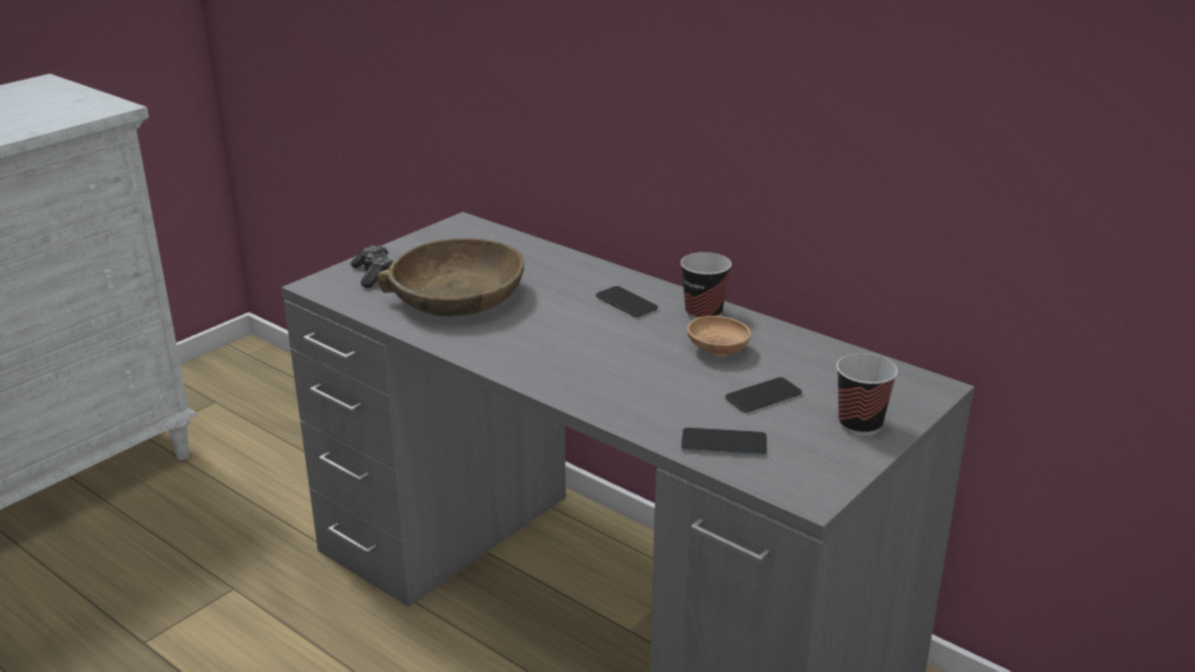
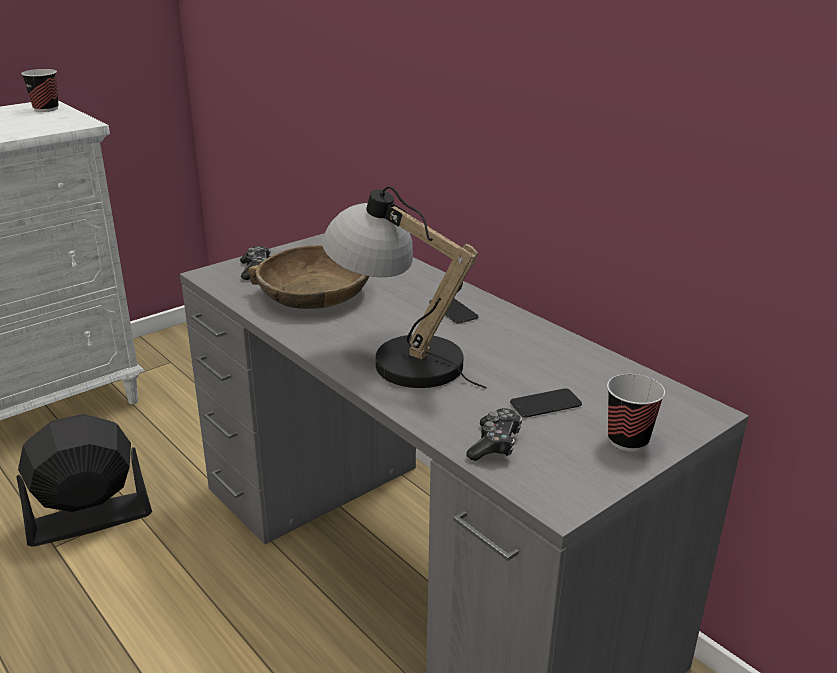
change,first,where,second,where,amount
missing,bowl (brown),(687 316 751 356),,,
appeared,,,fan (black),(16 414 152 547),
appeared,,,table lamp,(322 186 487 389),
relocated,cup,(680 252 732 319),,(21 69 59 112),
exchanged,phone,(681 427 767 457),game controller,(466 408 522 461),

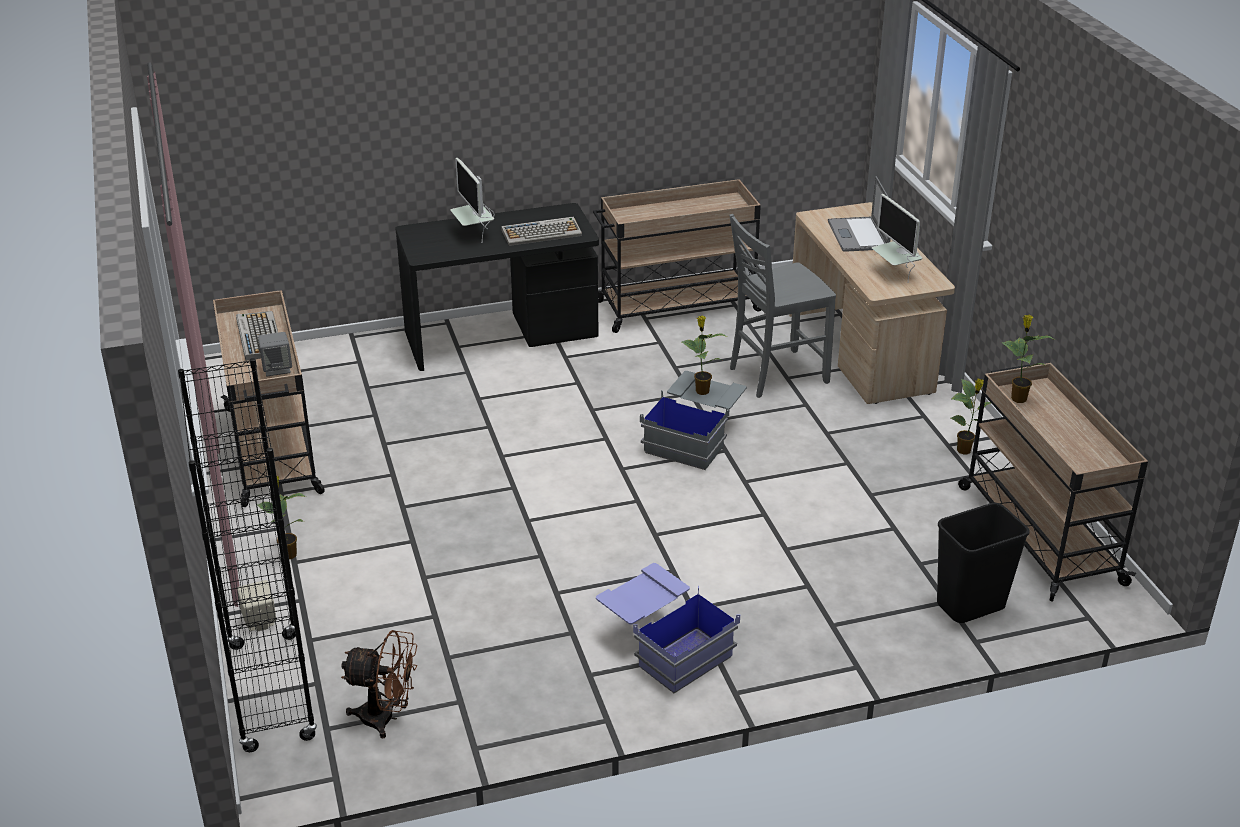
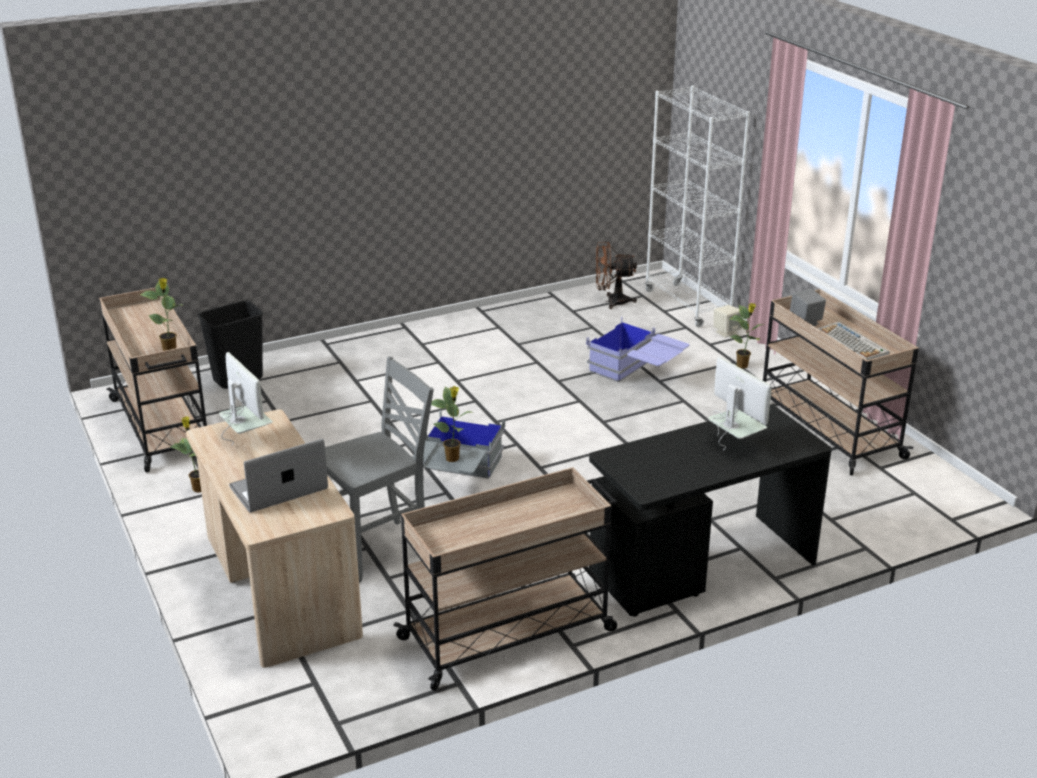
change,first,where,second,where,amount
missing,keyboard,(501 216 582 246),,,
relocated,storage box (blue),(596 563 740 693),,(586 317 690 382),
colour,bookcase (black),(178 358 317 752),bookcase (white),(645 86 750 327),
spun,laptop,(828 176 891 252),,(229 439 328 513),105 degrees counterclockwise

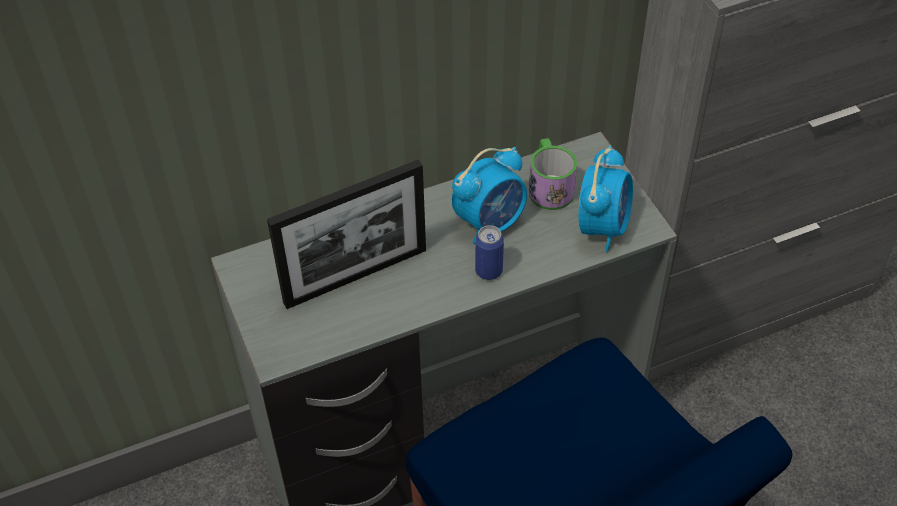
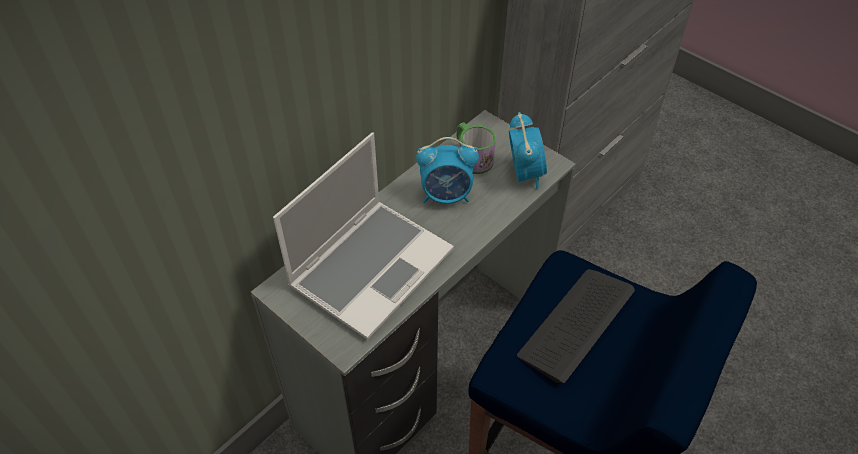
change,first,where,second,where,amount
missing,can,(475 225 504 280),,,
appeared,,,keyboard,(517 269 635 383),
exchanged,picture frame,(267 160 426 309),laptop,(273 133 454 340),
spun,alarm clock,(452 147 527 244),,(416 137 479 204),60 degrees clockwise

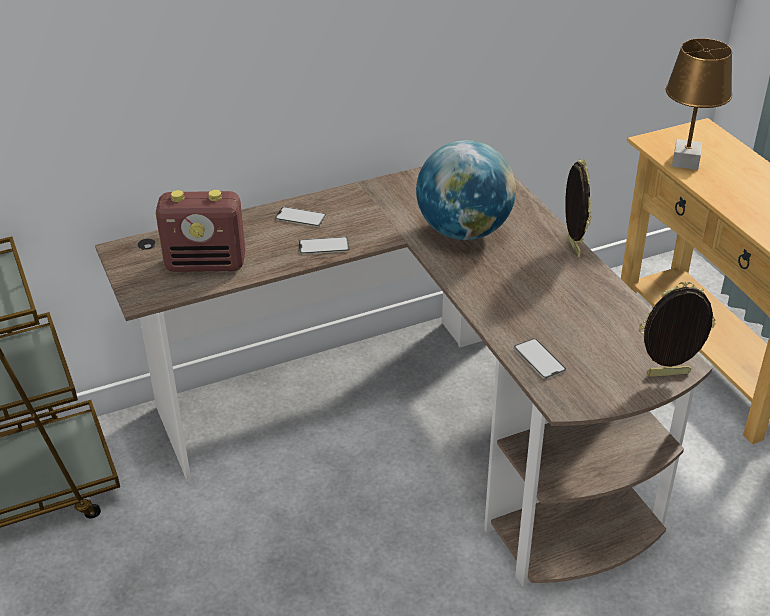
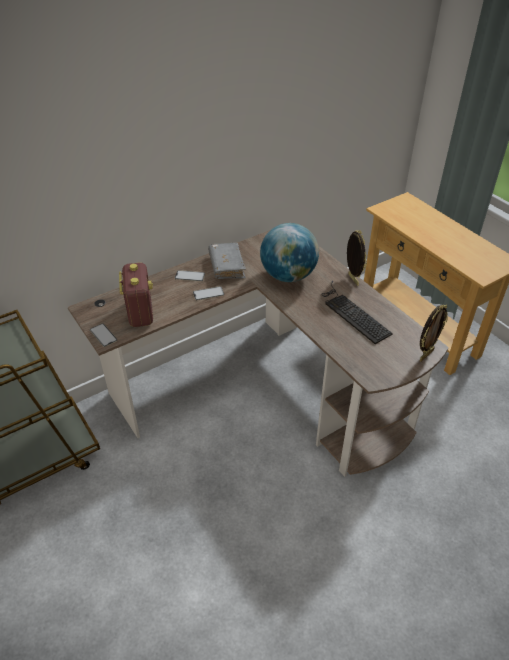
change,first,where,second,where,amount
missing,table lamp (brown),(666 38 732 170),,,
appeared,,,book (grey),(208 243 246 279),
appeared,,,keyboard,(321 281 393 344),
relocated,phone,(514 338 566 379),,(90 323 118 347),
spun,radio,(156 190 245 272),,(119 262 153 327),90 degrees counterclockwise
spun,picture frame,(639 282 716 377),,(420 304 448 361),150 degrees clockwise

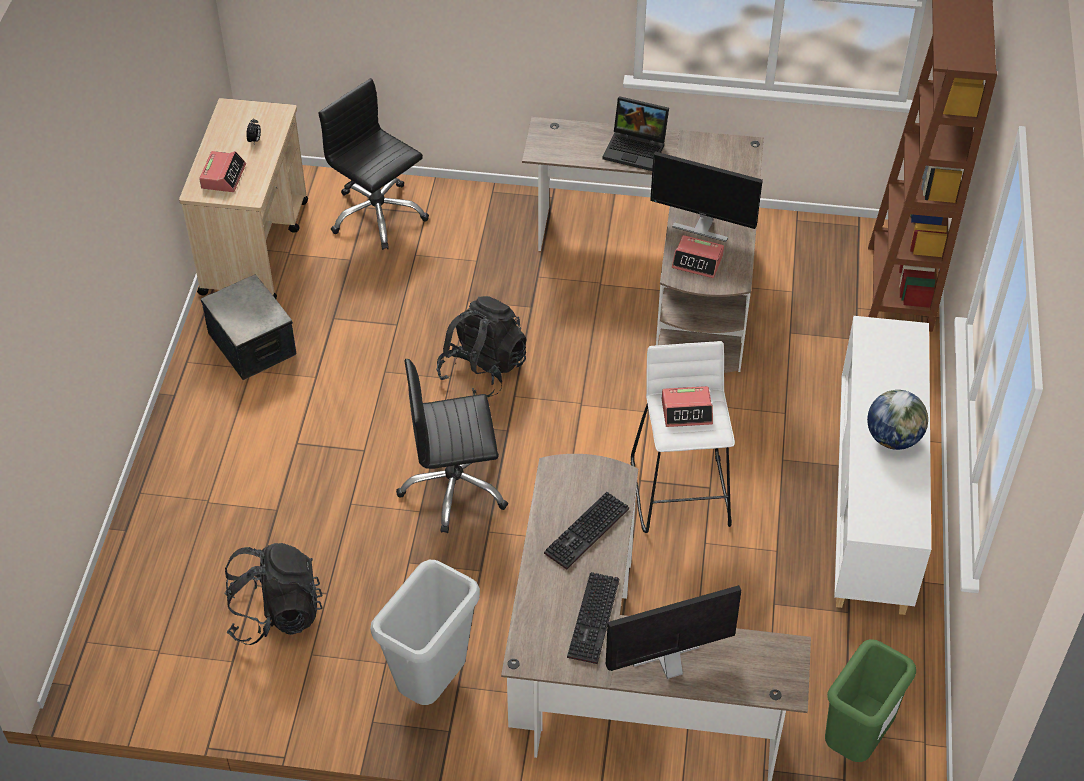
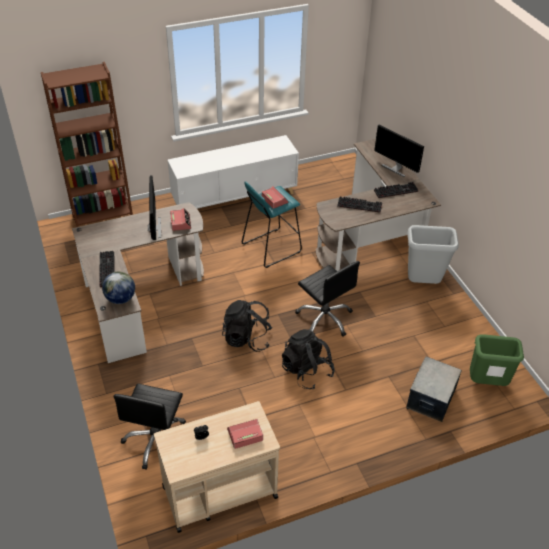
change,first,where,second,where,amount
relocated,storage box,(201 274 296 380),,(406 357 462 422),
relocated,backpack (black),(224 543 323 645),,(282 329 335 389),
relocated,trash can (green),(825 639 916 762),,(470 334 524 386),
relocated,globe,(867 390 928 450),,(102 271 135 304),
exchanged,laptop,(602 96 669 171),keyboard,(99 251 115 287),
colour,stool (white),(631 341 735 533),stool (turquoise),(242 182 302 268),

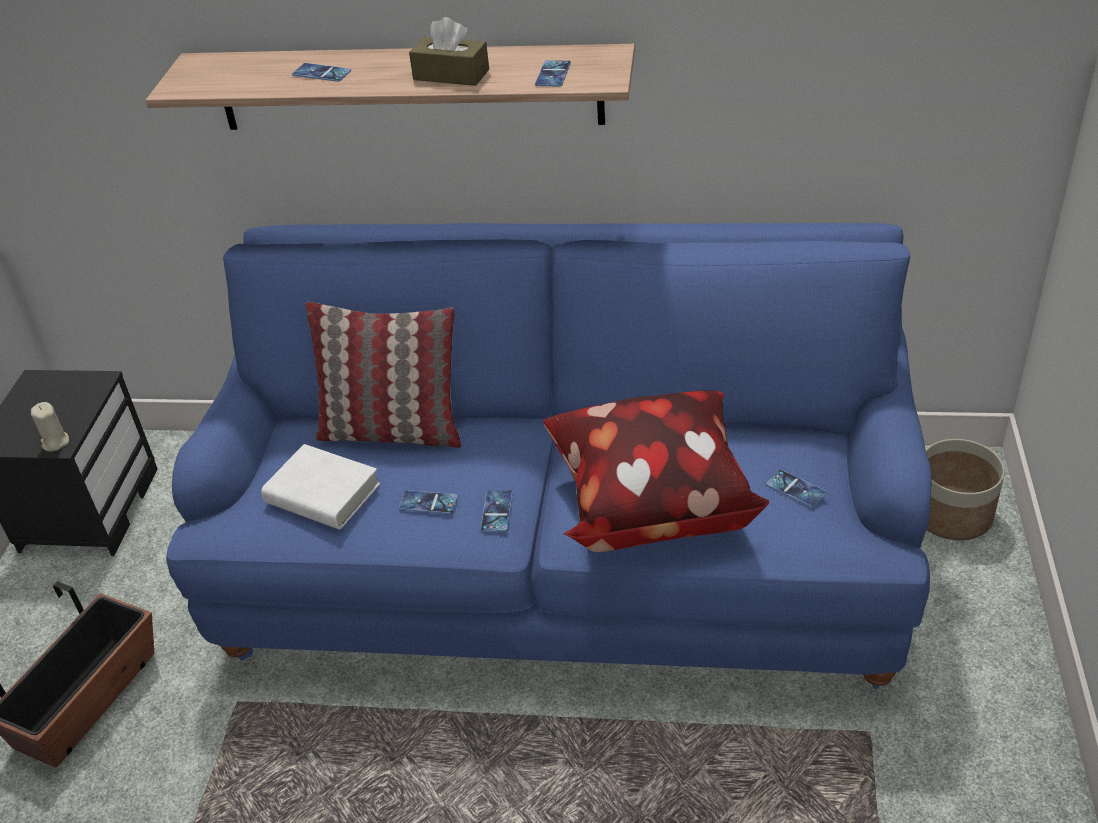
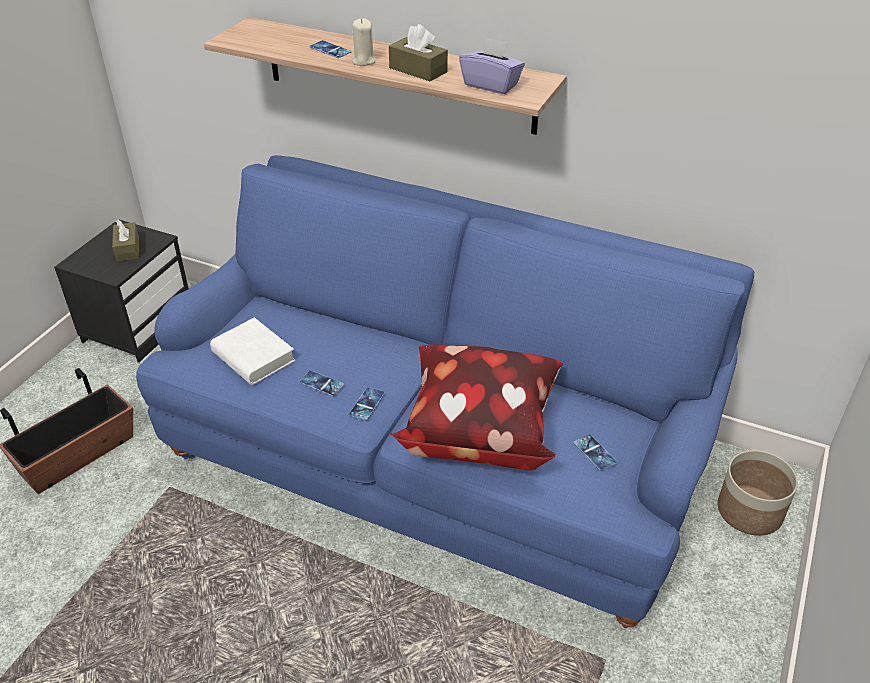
change,first,where,second,where,amount
missing,pillow,(305 302 461 448),,,
appeared,,,tissue box (brown),(112 219 139 261),
relocated,candle (beige),(31 402 69 452),,(352 18 375 66),
exchanged,phone,(535 60 571 87),tissue box (purple),(459 37 525 94),

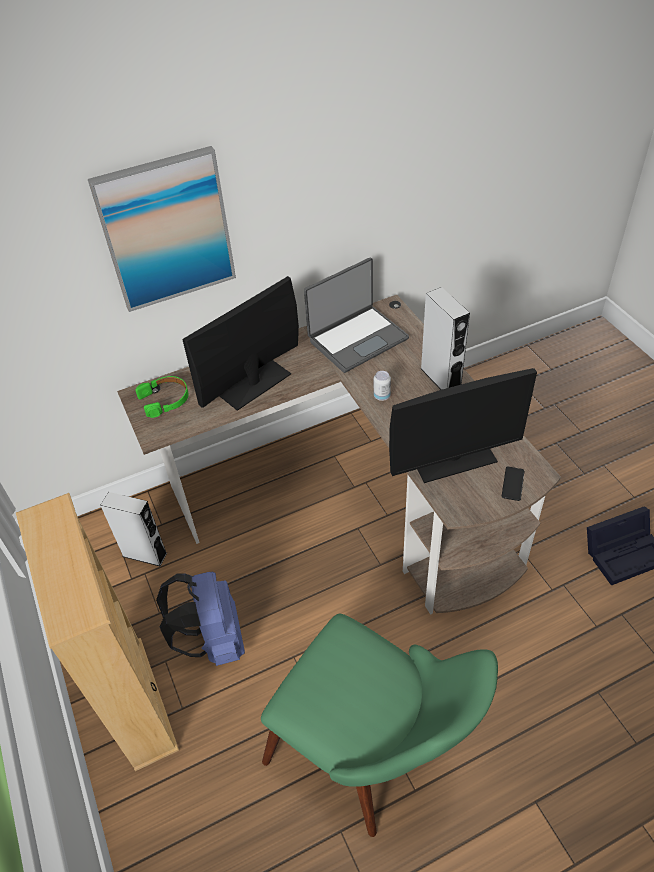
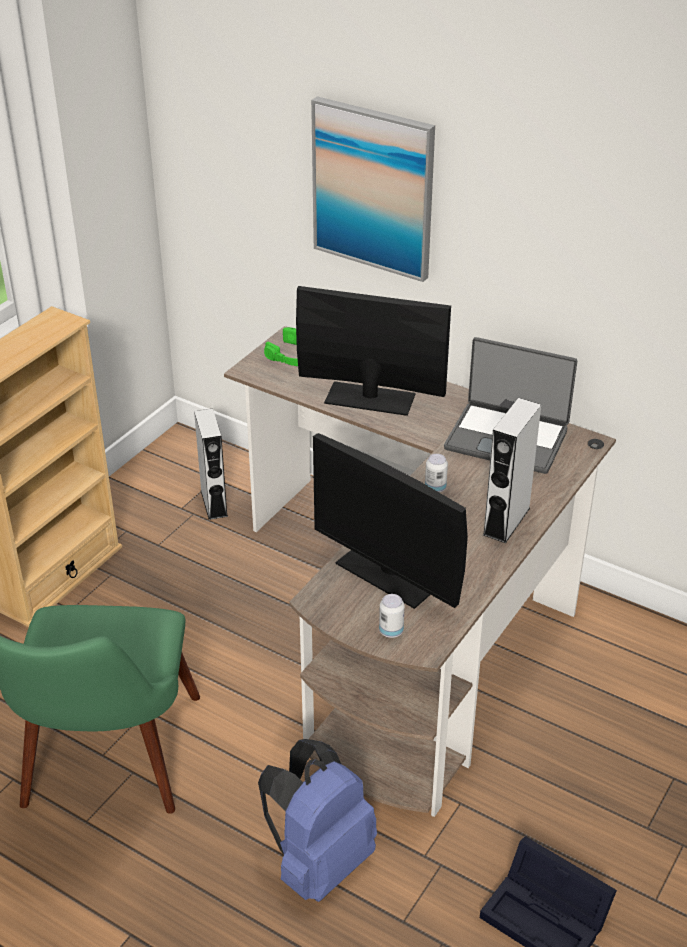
change,first,where,second,where,amount
relocated,backpack (blue),(156 572 245 666),,(258 739 377 902),
exchanged,phone,(502 467 524 501),can,(379 594 405 638),

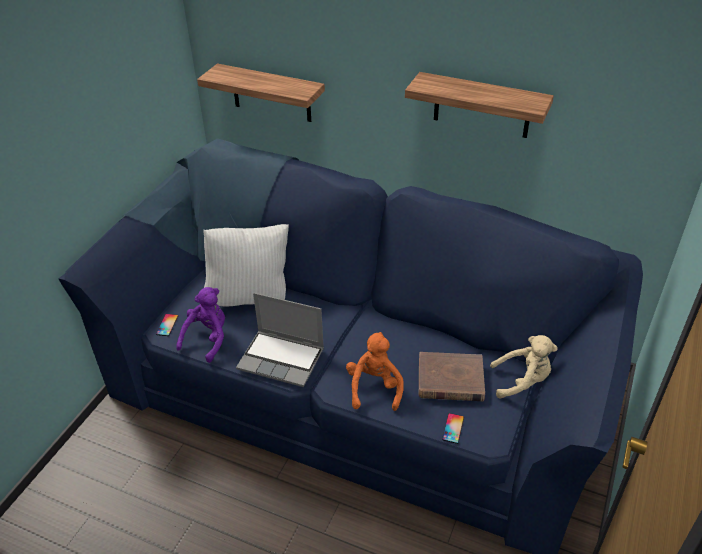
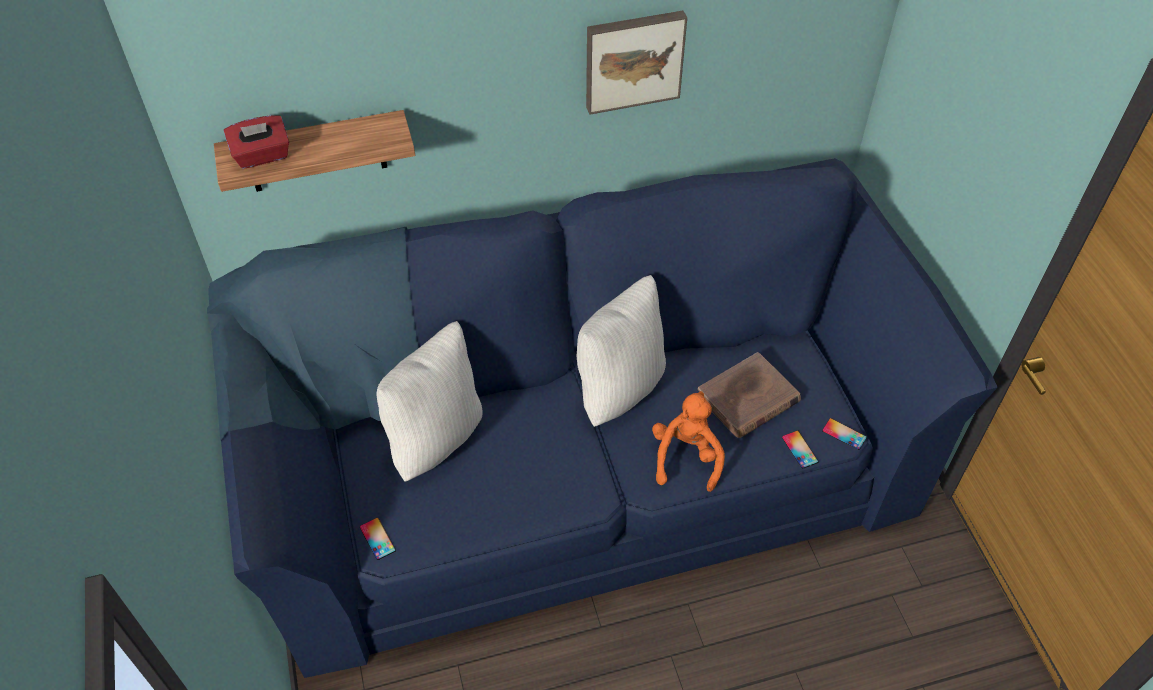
change,first,where,second,where,amount
missing,plush toy (purple),(176 287 225 363),,,
missing,laptop,(236 293 324 387),,,
missing,plush toy (beige),(490 335 558 399),,,
appeared,,,tissue box (red),(224 115 289 169),
appeared,,,pillow (white),(576 275 666 427),
appeared,,,phone,(822 418 867 450),
exchanged,shelf,(405 72 554 138),picture,(586 11 687 115),
spun,plush toy (orange),(346 332 404 411),,(652 391 725 492),45 degrees clockwise

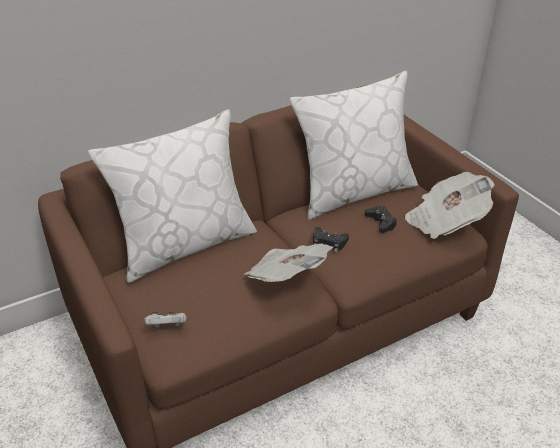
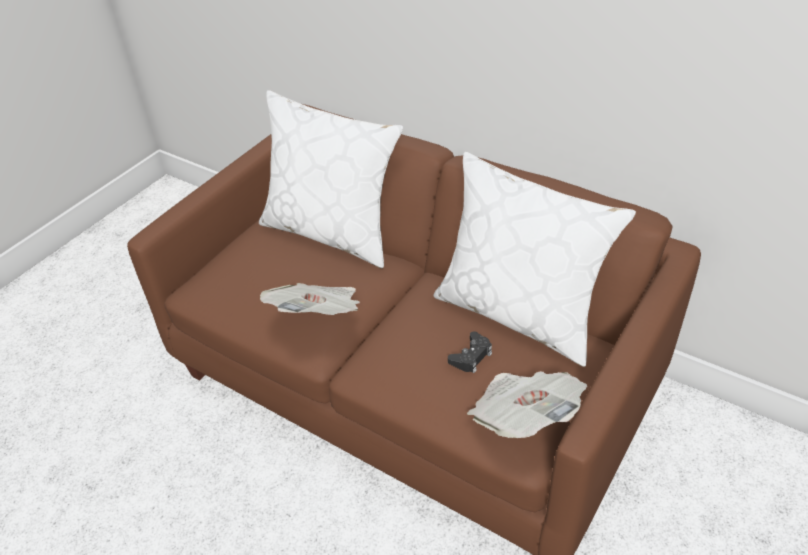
change,first,where,second,where,amount
missing,game controller (white),(144 312 187 328),,,
missing,game controller (black),(313 227 349 252),,,

